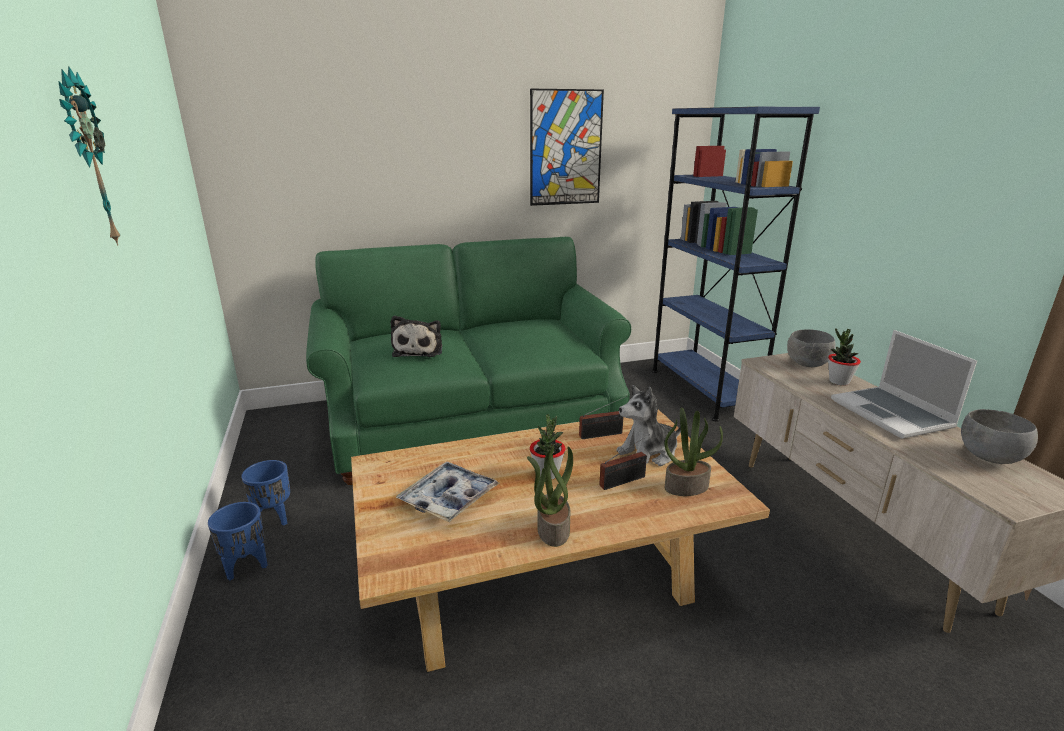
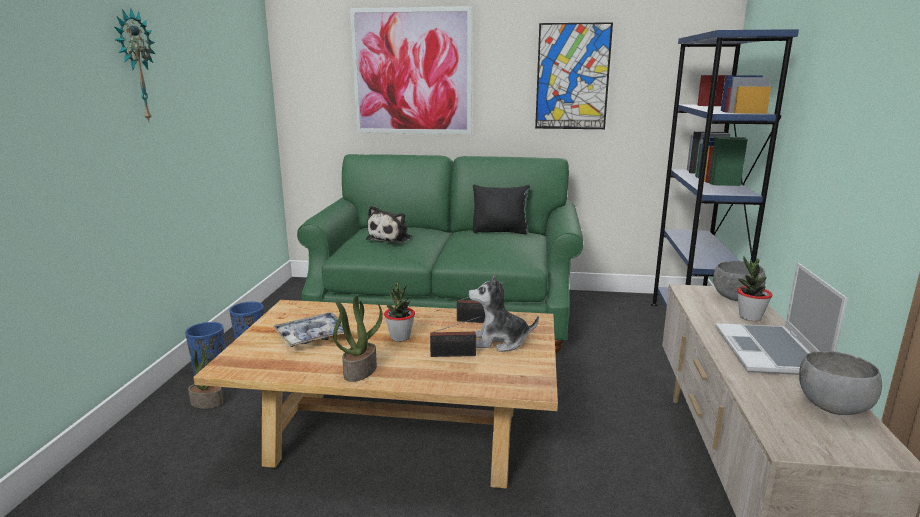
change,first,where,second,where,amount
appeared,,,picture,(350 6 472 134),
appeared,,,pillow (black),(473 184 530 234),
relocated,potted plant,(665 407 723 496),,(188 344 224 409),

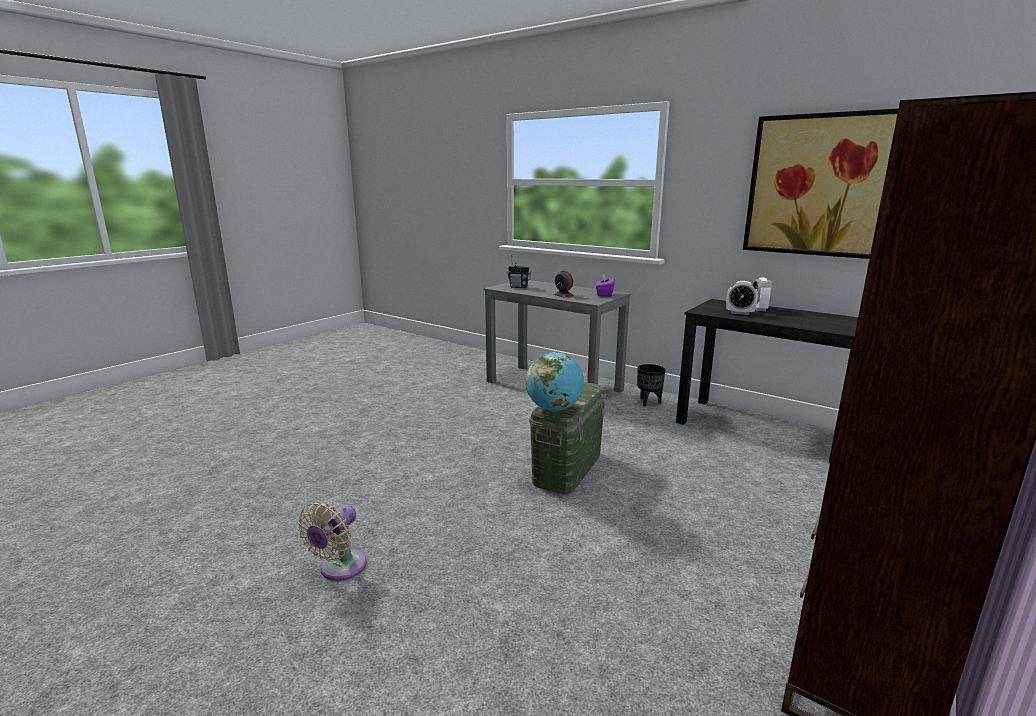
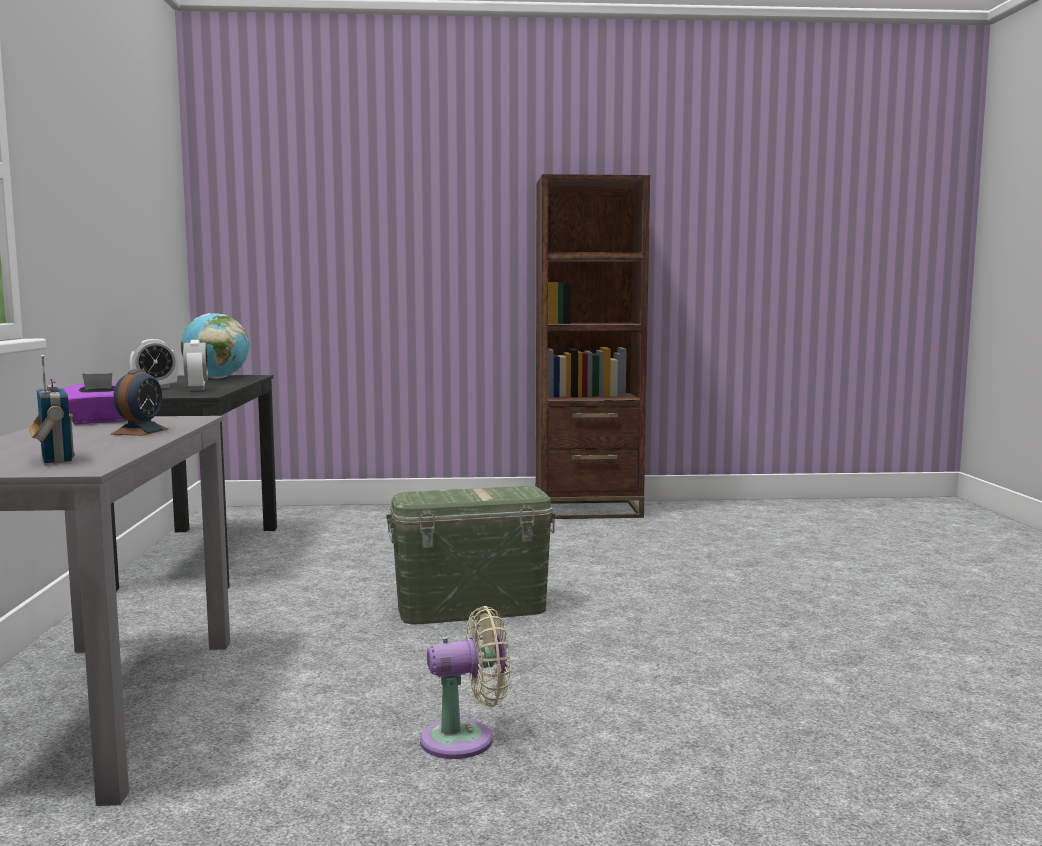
change,first,where,second,where,amount
missing,planter (black),(637 364 665 406),,,
missing,picture,(743 109 898 259),,,
relocated,fan (beige),(297 502 367 581),,(420 606 511 759),
relocated,globe,(526 352 584 412),,(181 313 249 379),

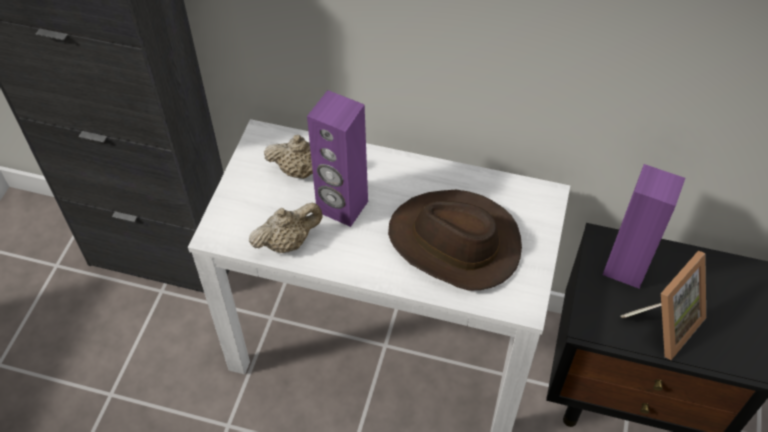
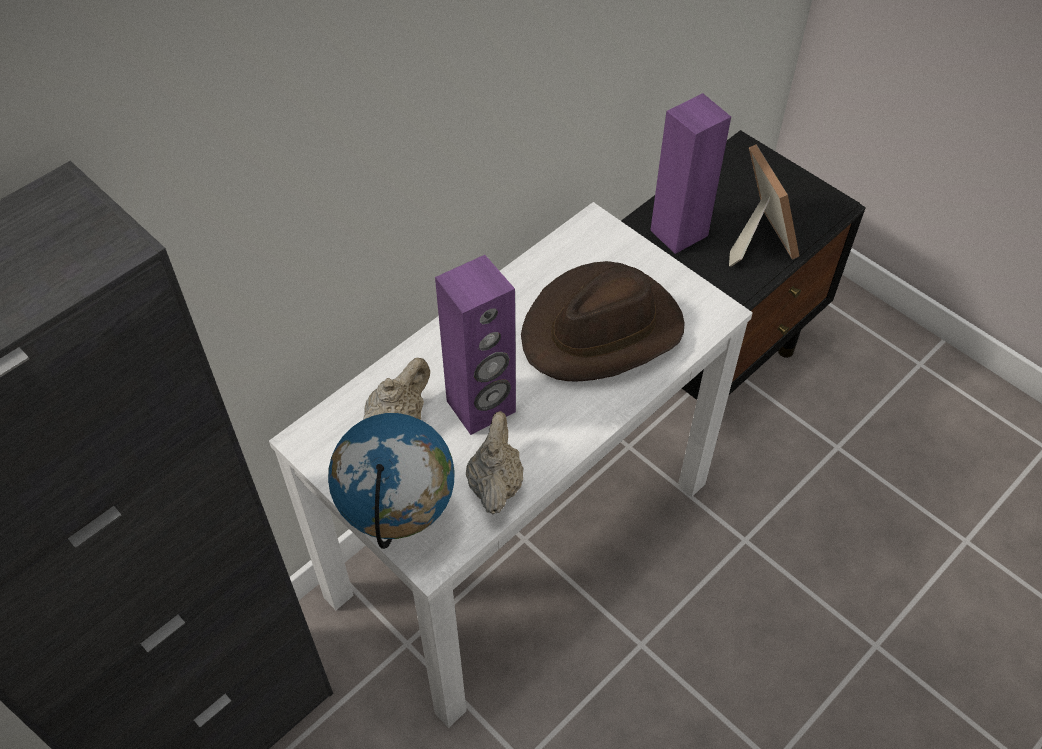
change,first,where,second,where,amount
appeared,,,globe,(328 413 454 549),

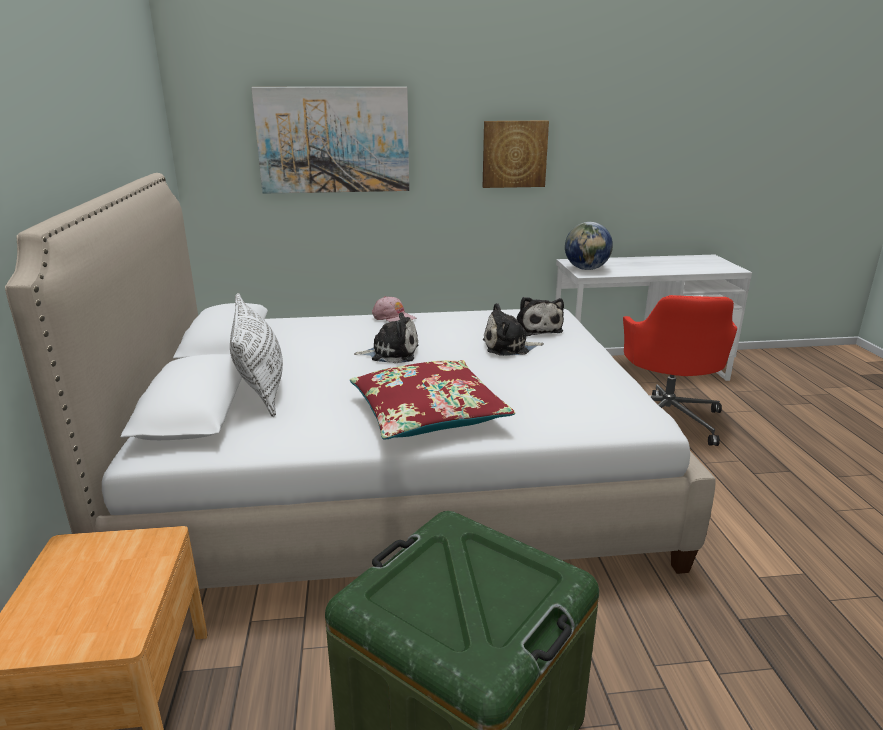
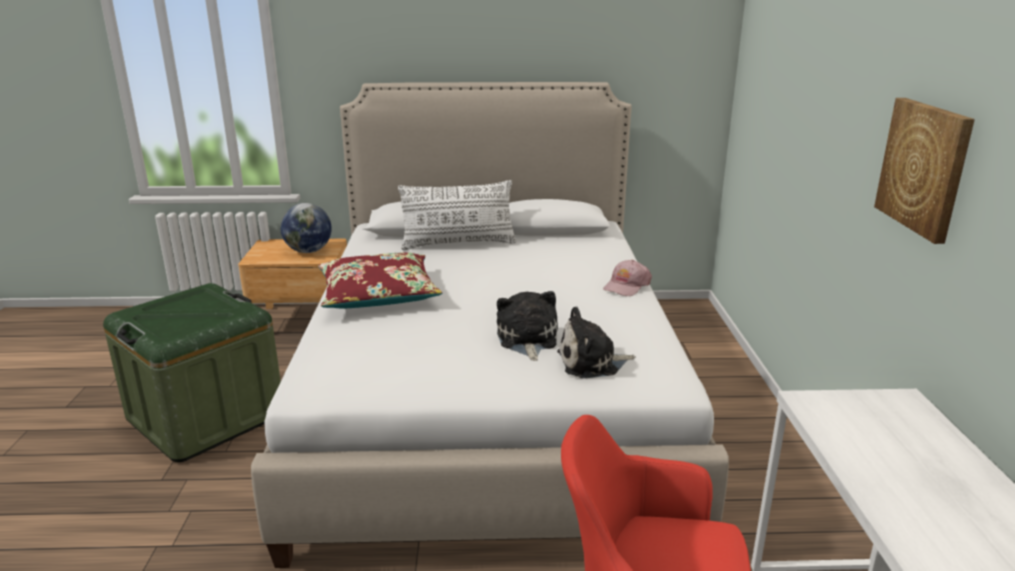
change,first,where,second,where,amount
missing,picture,(251 87 409 194),,,
missing,plush toy,(354 312 418 364),,,
relocated,globe,(565 222 613 270),,(280 203 332 253),

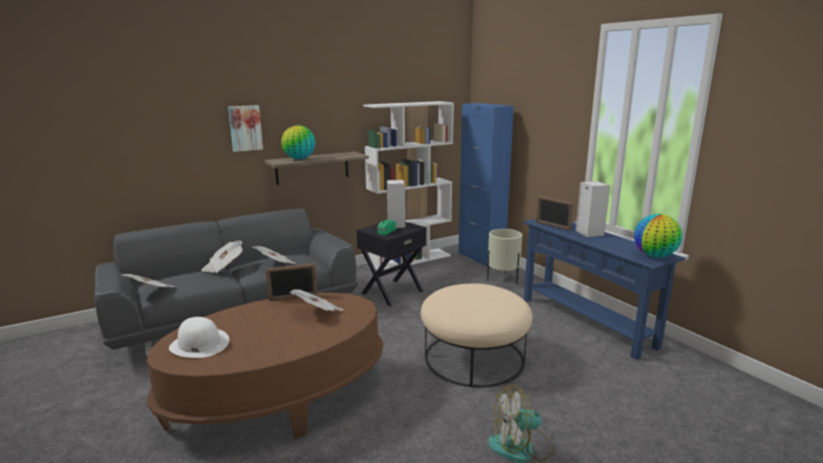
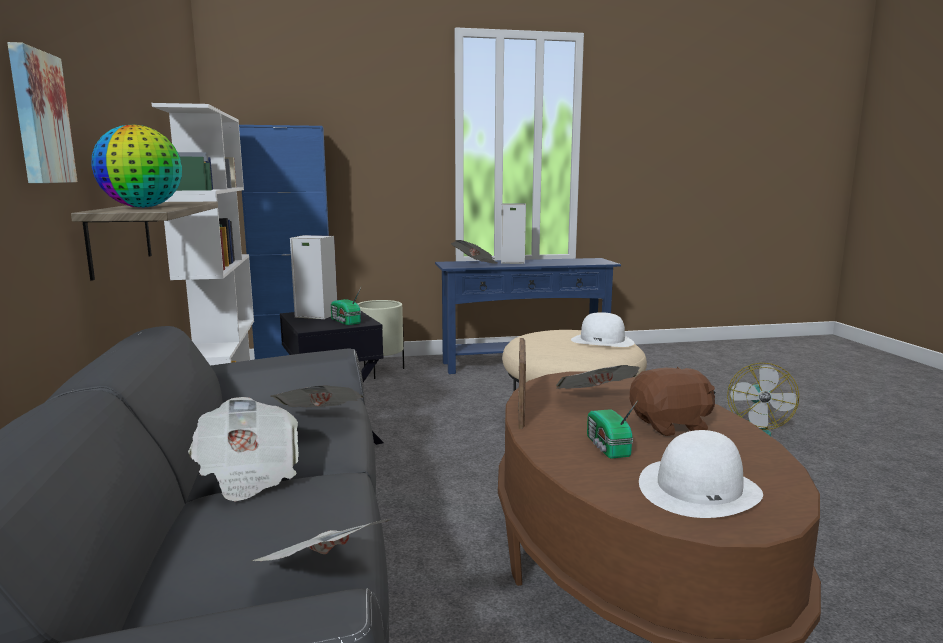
change,first,where,second,where,amount
missing,globe,(634 214 682 258),,,
appeared,,,hat (white),(571 312 634 347),
appeared,,,radio,(587 400 638 459),
appeared,,,plush toy (brown),(630 367 715 436),
exchanged,picture frame,(536 196 573 231),newspaper,(451 240 498 264),

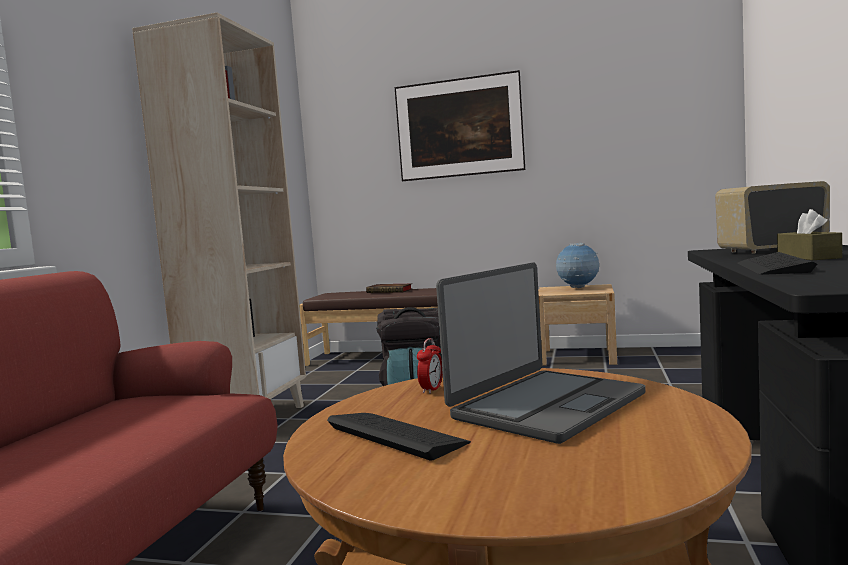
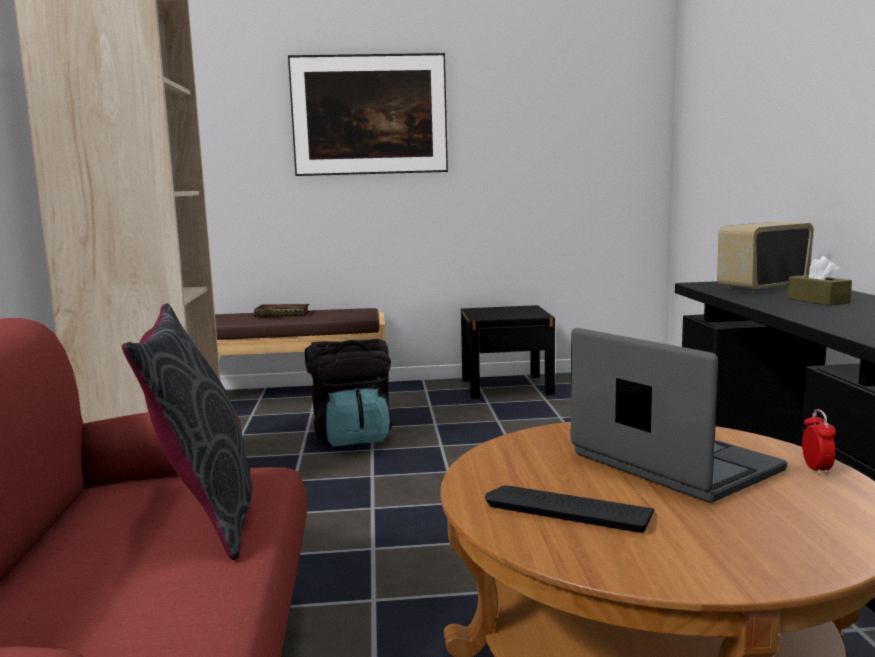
change,first,where,second,where,amount
missing,globe,(556 243 599 288),,,
missing,keyboard,(737 252 817 275),,,
appeared,,,pillow (grey),(122 303 253 560),
relocated,alarm clock,(417 338 443 394),,(802 409 836 475),
colour,nightstand (beige),(538 284 617 366),nightstand (black),(461 305 555 399),
spun,laptop,(436 262 646 444),,(571 328 787 503),60 degrees counterclockwise

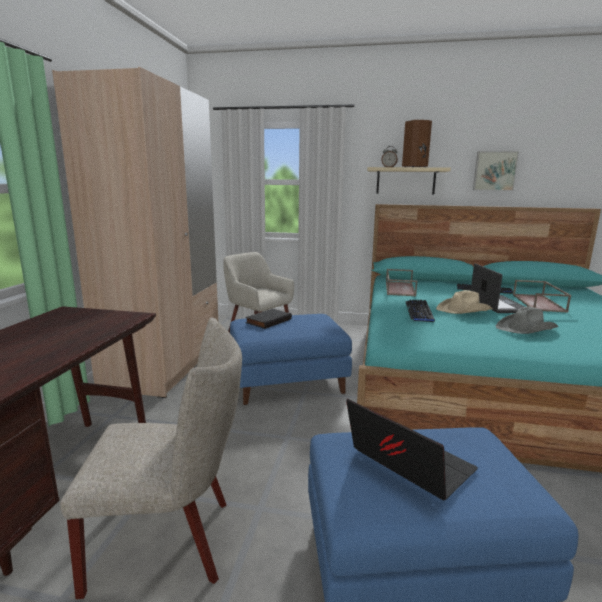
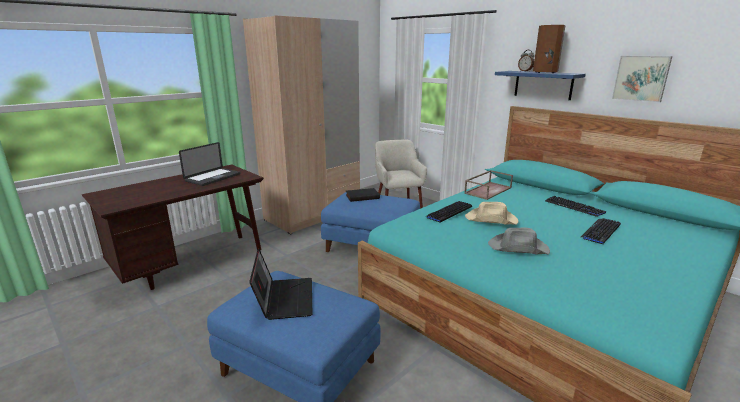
change,first,where,second,where,amount
missing,chair (beige),(60 318 242 599),,,
relocated,laptop,(471 263 525 313),,(179 142 240 186),
exchanged,tray (brown),(513 280 571 313),keyboard,(581 218 621 245),
colour,shelf (beige),(367 167 451 194),shelf (blue),(495 71 586 100),

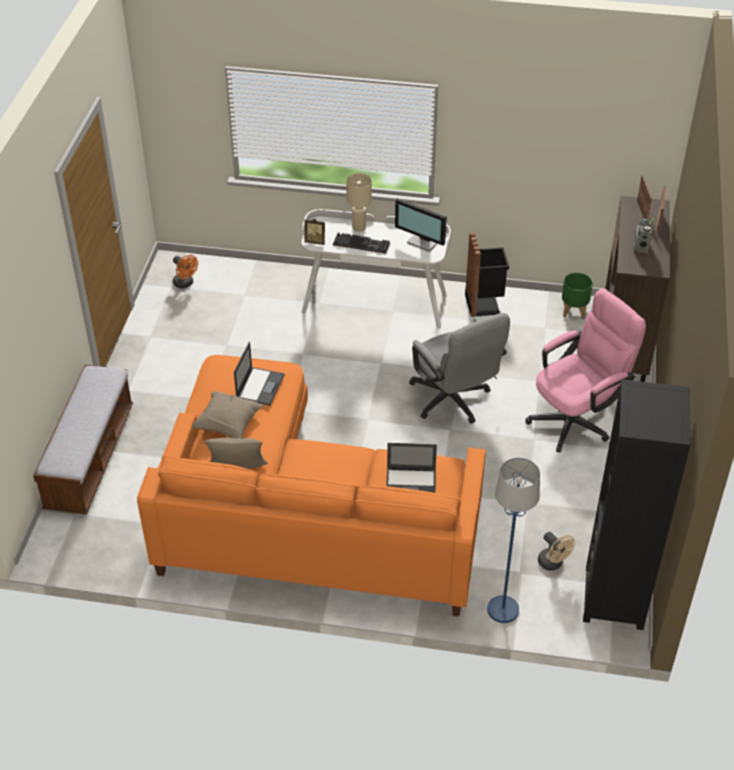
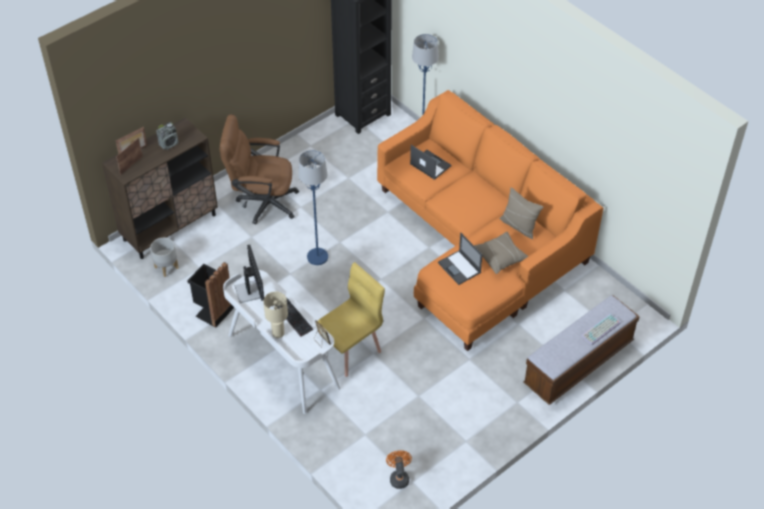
change,first,where,second,where,amount
missing,fan (beige),(538 532 575 571),,,
appeared,,,chair (yellow),(318 262 385 377),
appeared,,,keyboard,(581 314 621 345),
exchanged,office chair (grey),(409 313 510 424),floor lamp (blue),(298 150 328 265),
colour,office chair (pink),(526 289 646 453),office chair (brown),(220 114 299 224),
colour,planter (green),(562 273 593 319),planter (grey),(150 238 179 277),
spun,laptop,(234 342 285 406),,(438 233 482 285),90 degrees counterclockwise

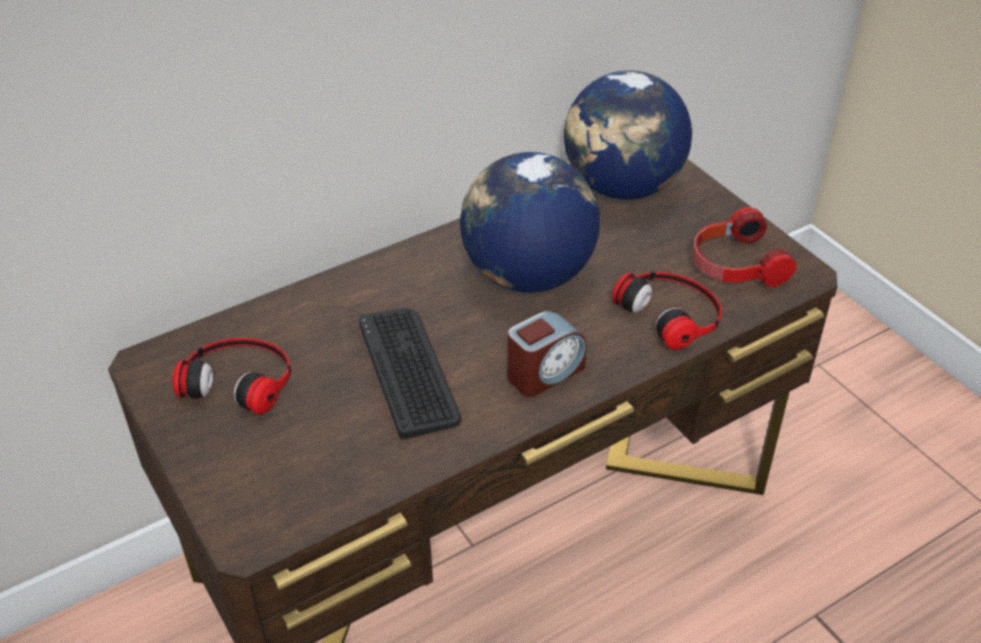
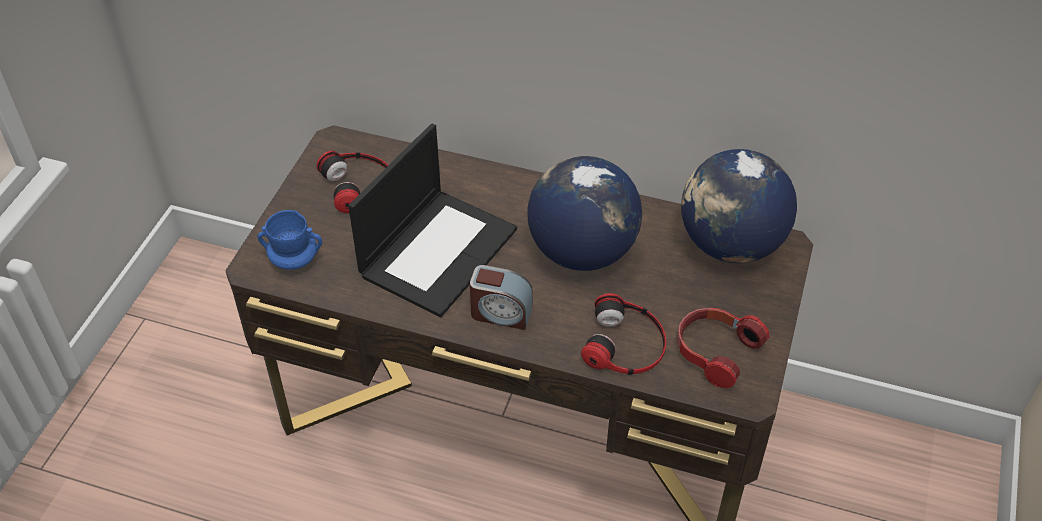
change,first,where,second,where,amount
appeared,,,mug (blue),(257 210 322 270),
exchanged,keyboard,(359 308 461 440),laptop,(348 123 517 317),

